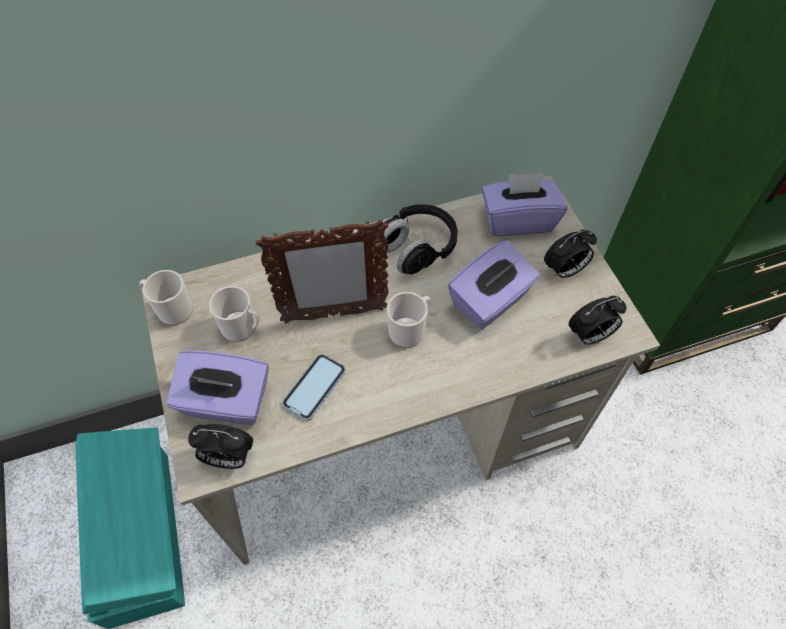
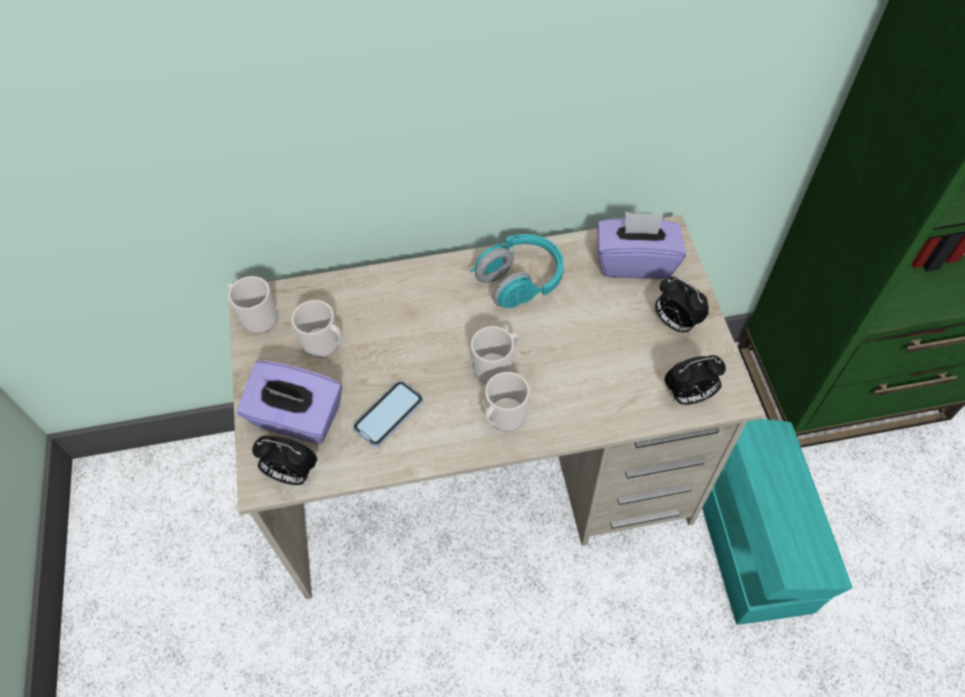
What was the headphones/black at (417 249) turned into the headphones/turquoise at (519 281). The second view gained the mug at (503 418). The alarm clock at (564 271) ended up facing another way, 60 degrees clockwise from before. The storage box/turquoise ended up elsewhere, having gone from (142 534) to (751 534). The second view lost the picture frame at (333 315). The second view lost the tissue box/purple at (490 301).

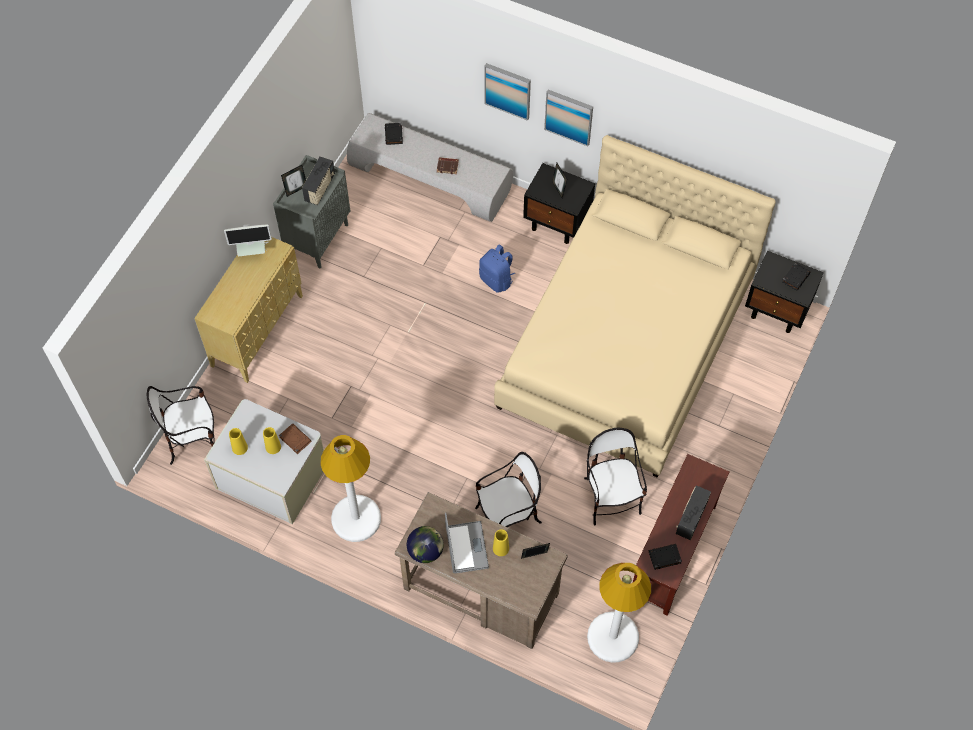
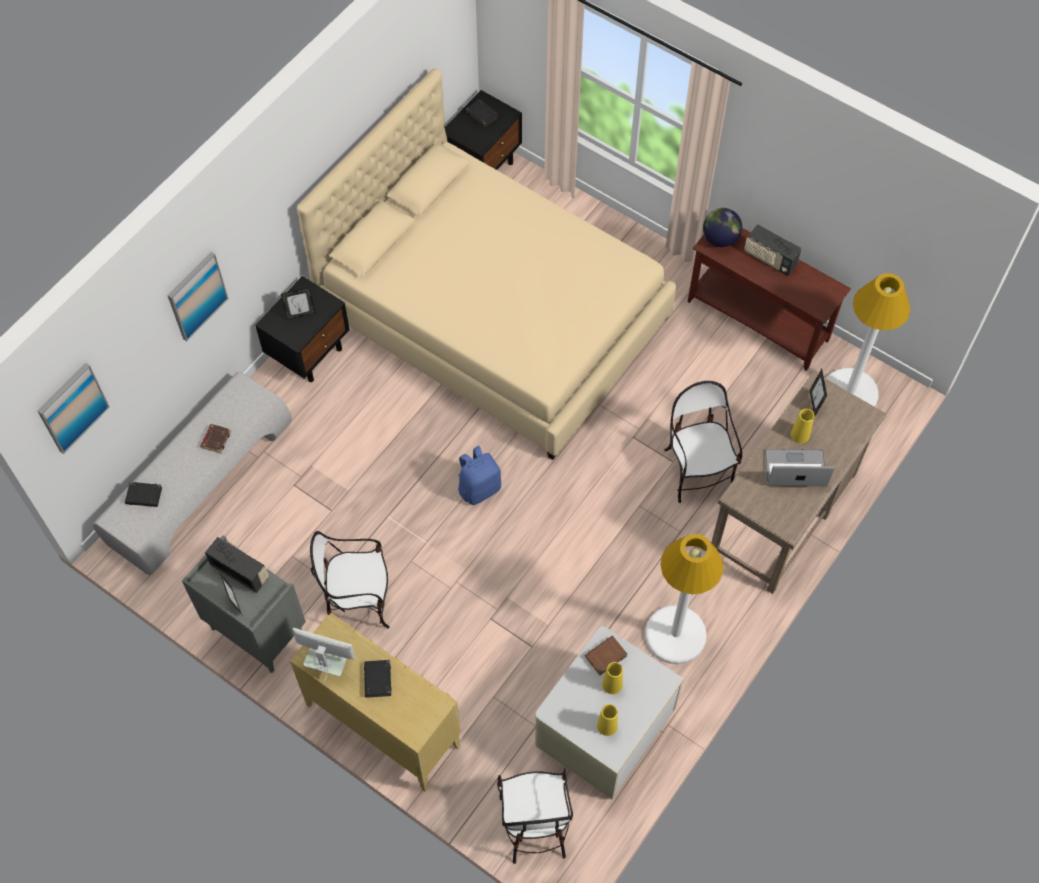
The picture ended up elsewhere, having gone from (569 117) to (72 407). The monitor at (253 252) ended up facing another way, 75 degrees counterclockwise from before. The chair ended up elsewhere, having gone from (611 497) to (358 601). The book/black ended up elsewhere, having gone from (664 557) to (378 680). The backpack/blue ended up elsewhere, having gone from (497 280) to (479 488). The globe ended up elsewhere, having gone from (426 551) to (720 238).

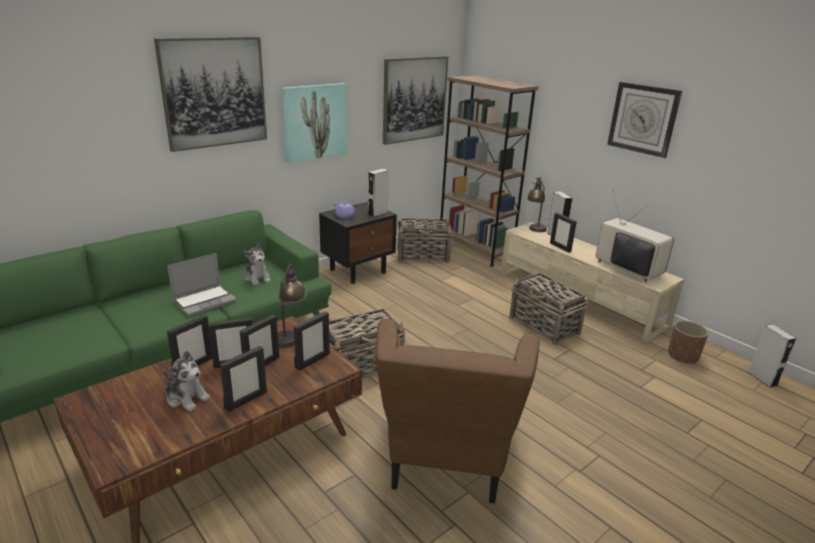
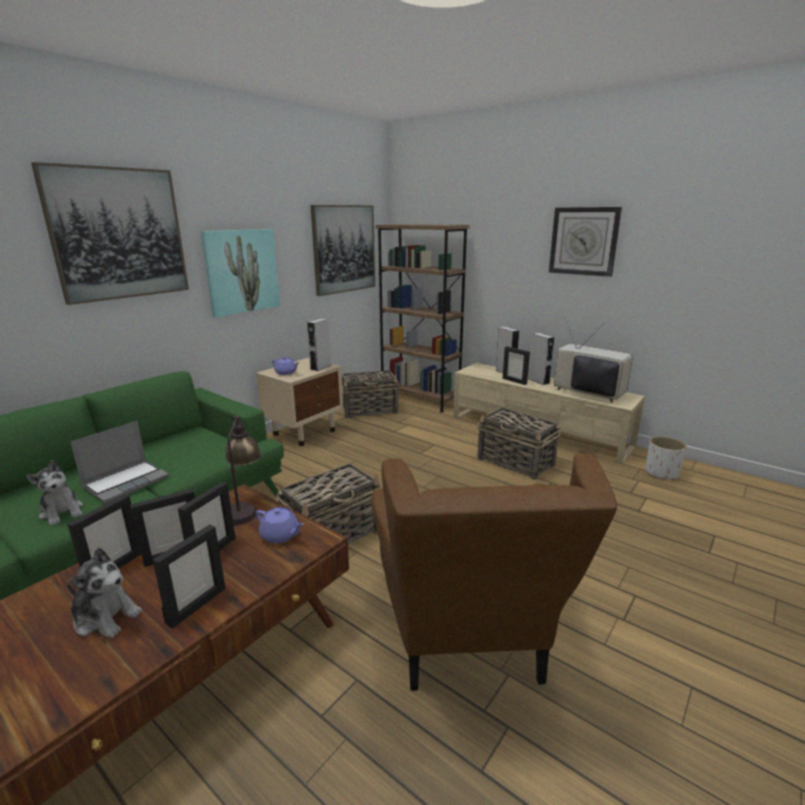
The plush toy ended up elsewhere, having gone from (258 278) to (62 512). What was the nightstand/black at (358 270) turned into the nightstand/beige at (305 432). Where the picture frame stood at (312 360), the teapot/purple came to stand at (280 535). The speaker/grey ended up elsewhere, having gone from (762 379) to (538 381). What was the planter/brown at (683 356) turned into the planter/white at (661 473). The second view lost the table lamp at (535 226).

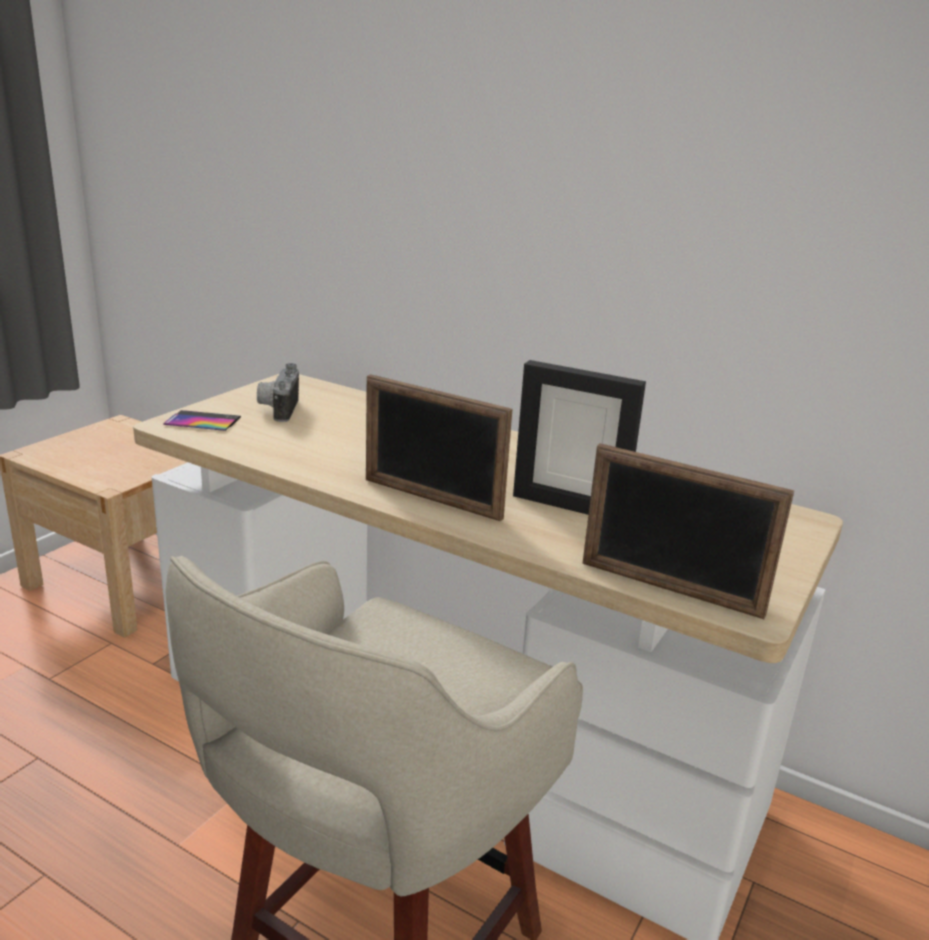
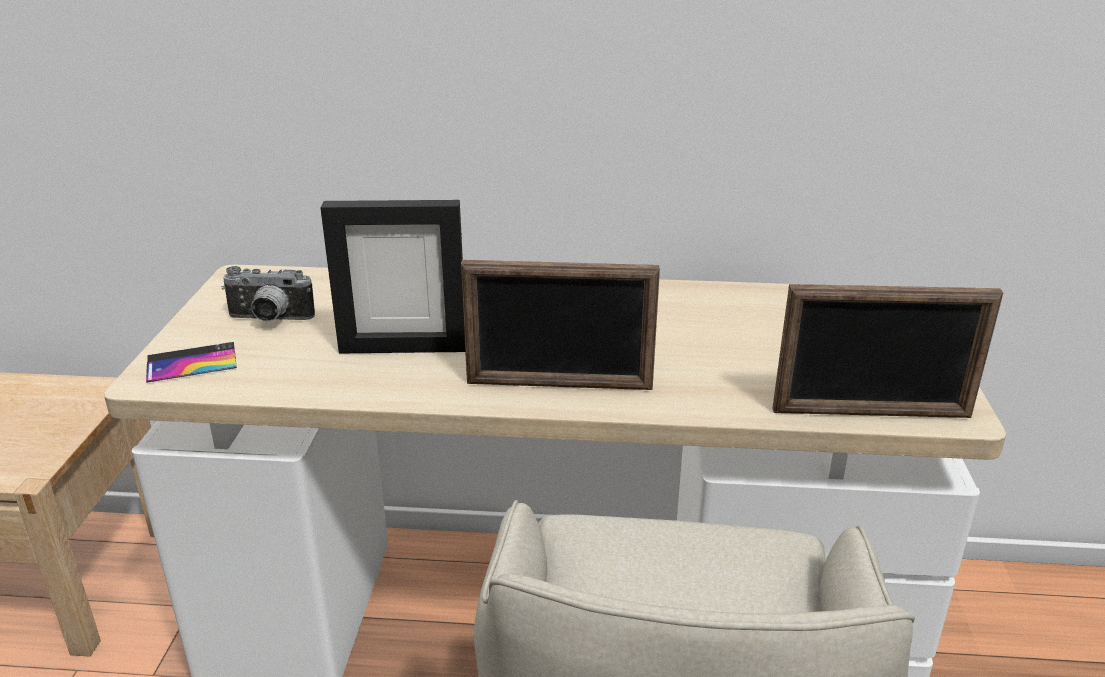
The photo camera at (277 409) ended up facing another way, 60 degrees counterclockwise from before. The picture frame ended up elsewhere, having gone from (569 505) to (403 347).

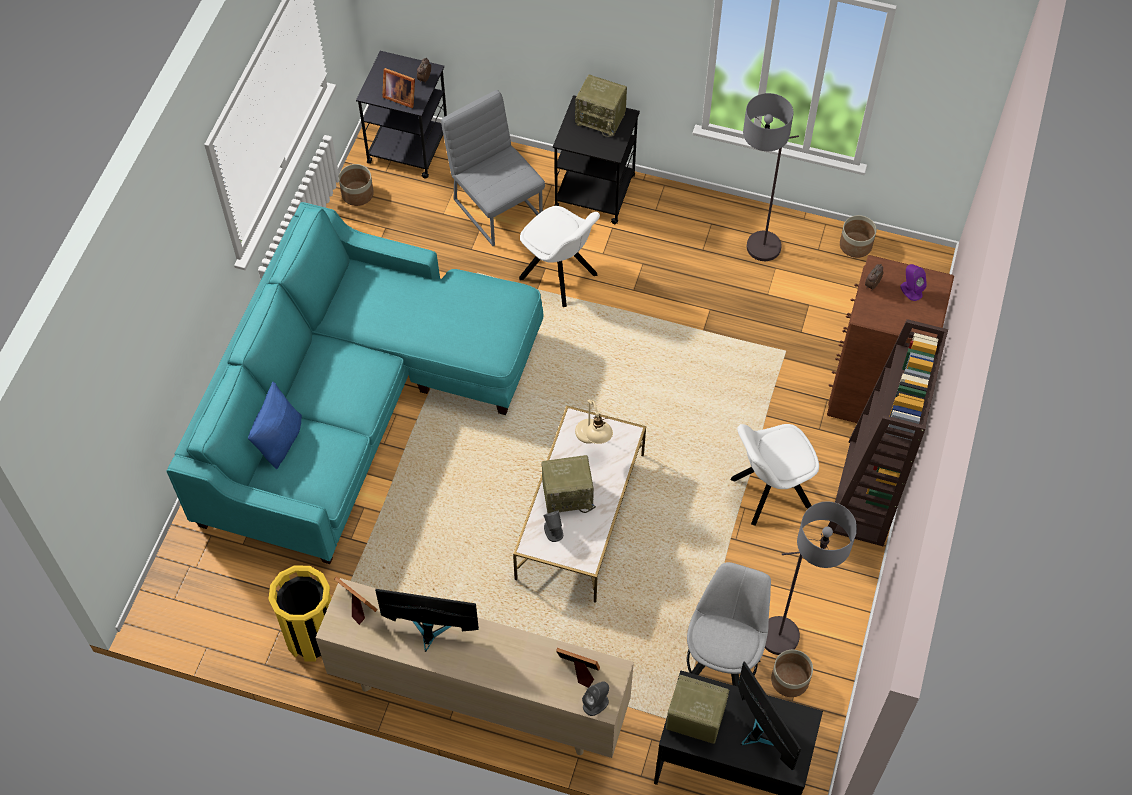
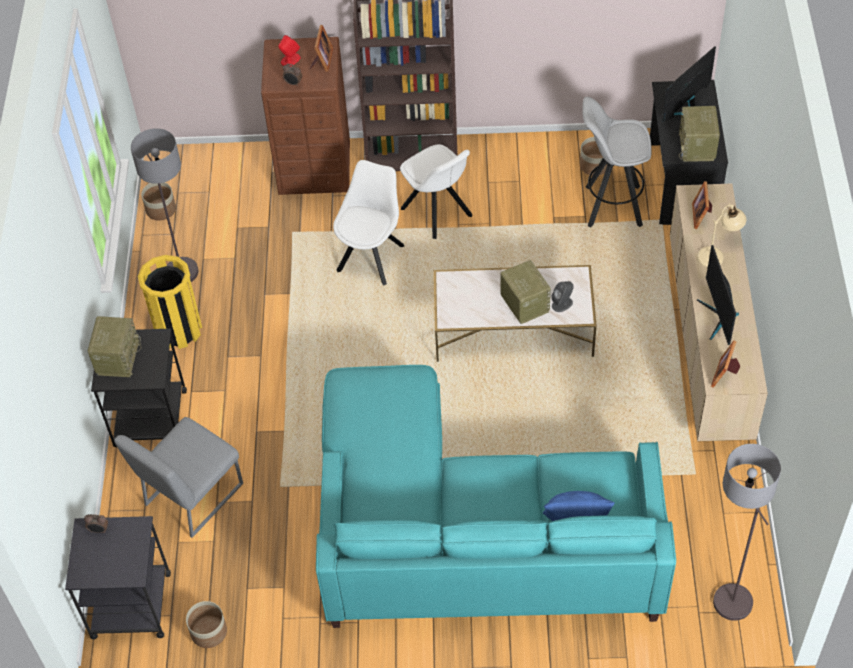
The trash can/yellow ended up elsewhere, having gone from (313 636) to (178 329). What was the speaker/purple at (911 290) turned into the speaker/red at (290 60). The picture frame ended up elsewhere, having gone from (400 96) to (322 60). The chair/white ended up elsewhere, having gone from (559 276) to (371 258). The table lamp/beige ended up elsewhere, having gone from (593 441) to (718 251). The floor lamp/grey ended up elsewhere, having gone from (791 635) to (726 593). The second view lost the speaker/grey at (596 703).

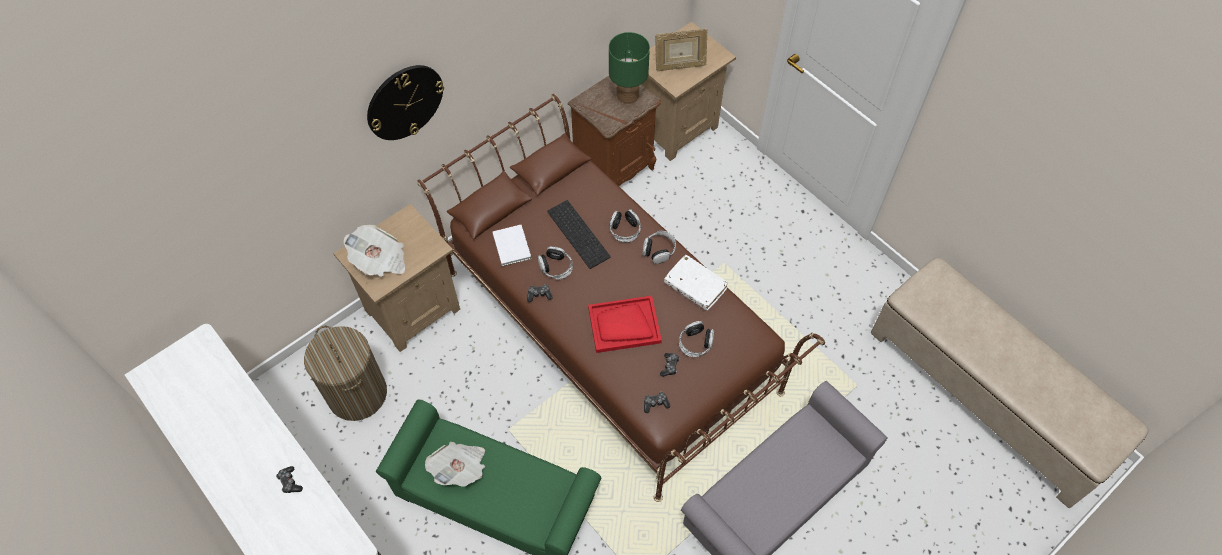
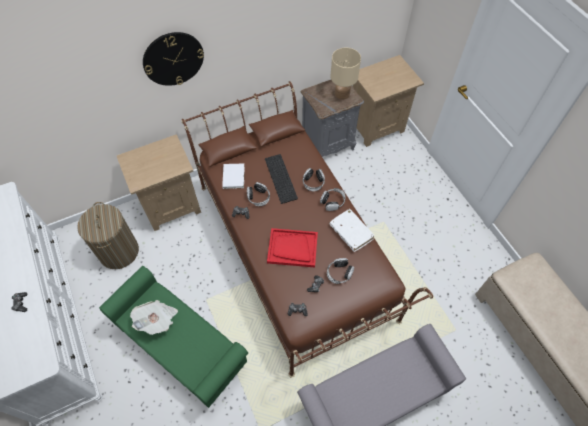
What was the nightstand/brown at (615 169) turned into the nightstand/grey at (328 145). What was the table lamp/green at (627 95) turned into the table lamp/beige at (342 93). The second view lost the newspaper at (380 260). The second view lost the picture frame at (679 66).

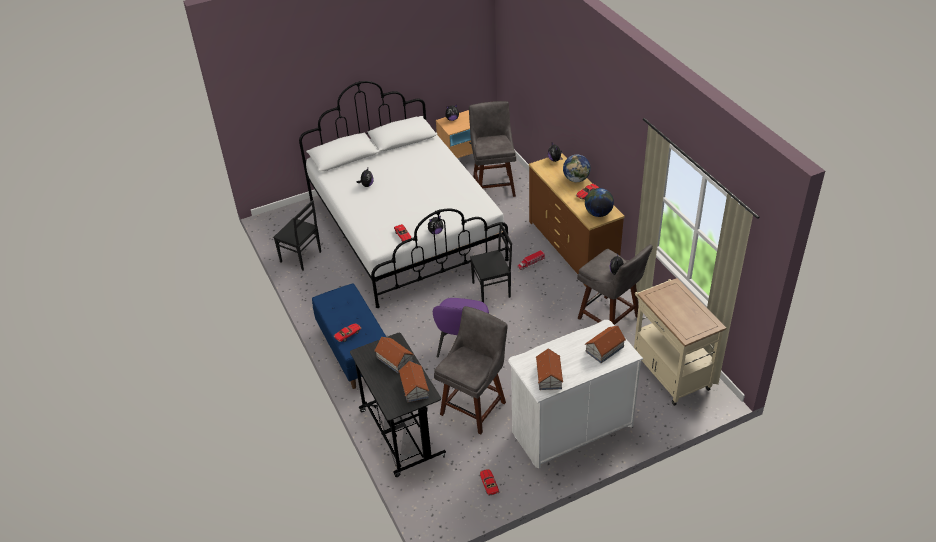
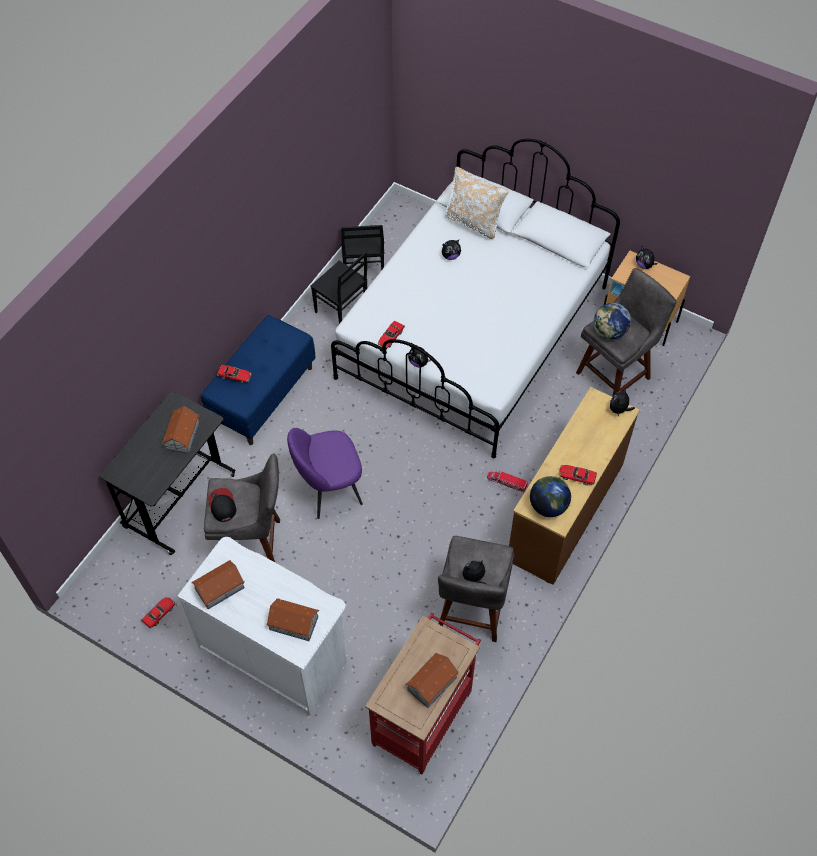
The second view gained the cap at (222 505). The chair/black ended up elsewhere, having gone from (492 290) to (341 310). What was the cart/beige at (669 372) turned into the cart/red at (424 716). The toy house ended up elsewhere, having gone from (414 388) to (431 683). The second view gained the pillow/white at (473 224). The globe ended up elsewhere, having gone from (576 179) to (609 332).

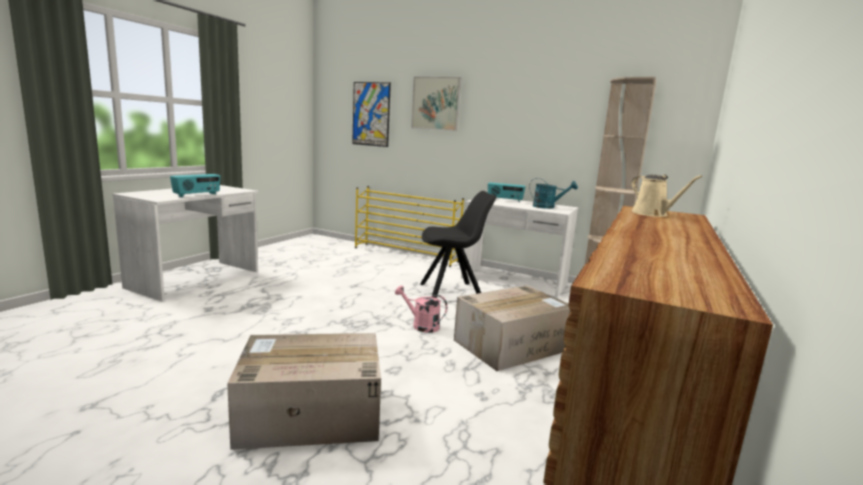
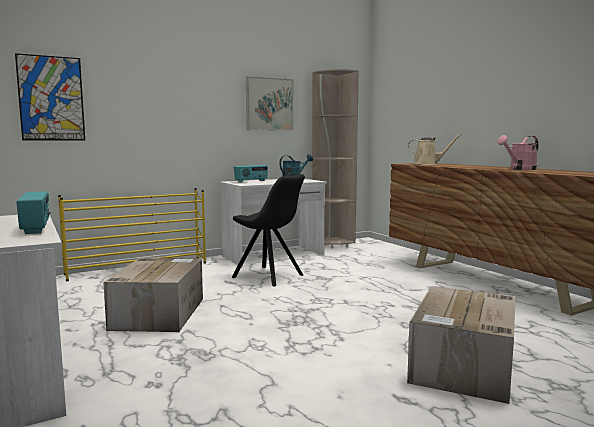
The cardboard box ended up elsewhere, having gone from (512 345) to (159 313). The chair/black at (451 292) ended up facing another way, 105 degrees clockwise from before. The picture ended up elsewhere, having gone from (436 103) to (269 104). The watering can/pink ended up elsewhere, having gone from (421 325) to (519 169).

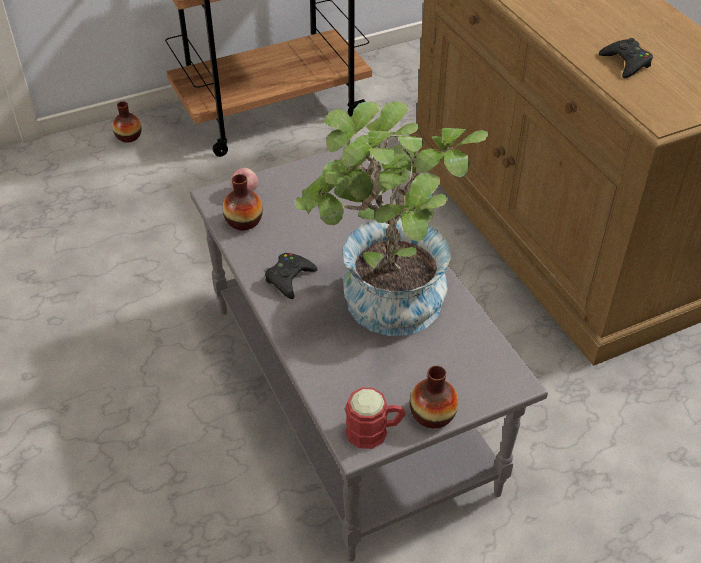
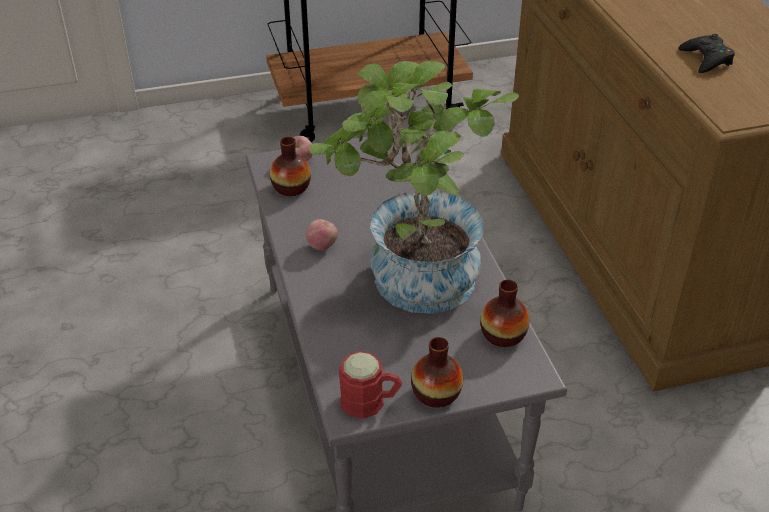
Where the game controller/black stood at (289 278), the apple came to stand at (322 246). The vase ended up elsewhere, having gone from (129 136) to (503 335).

